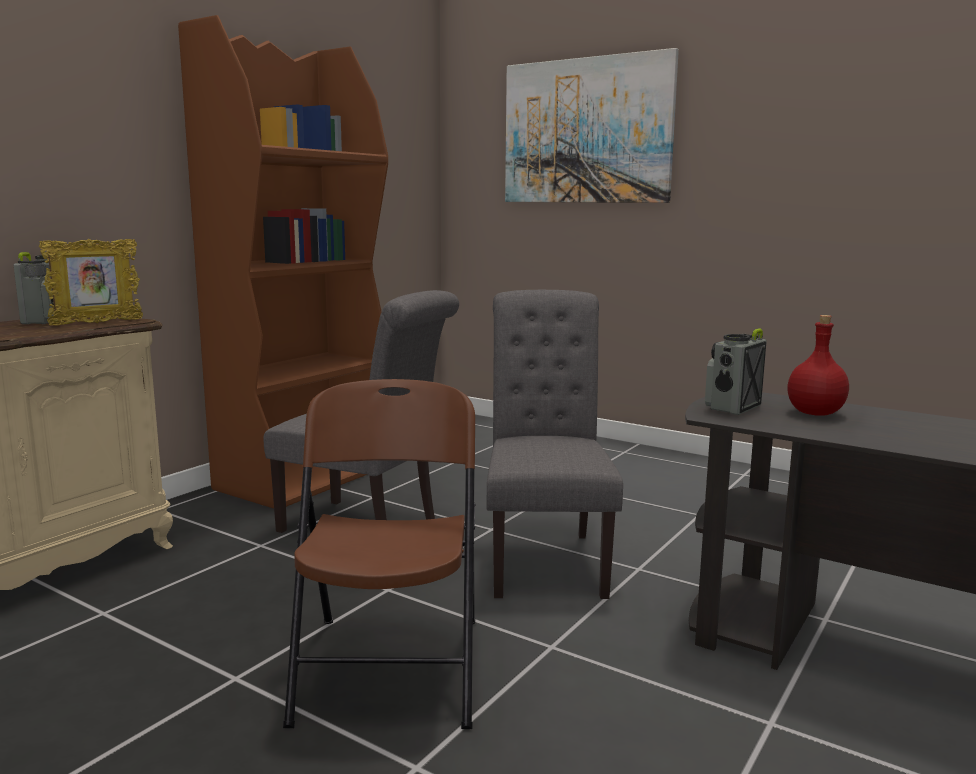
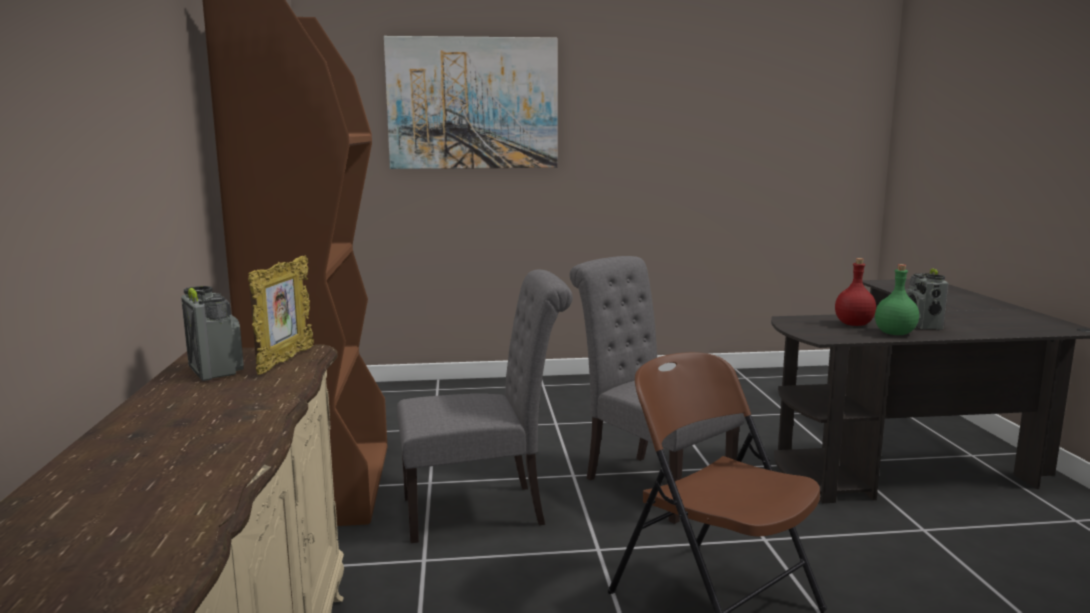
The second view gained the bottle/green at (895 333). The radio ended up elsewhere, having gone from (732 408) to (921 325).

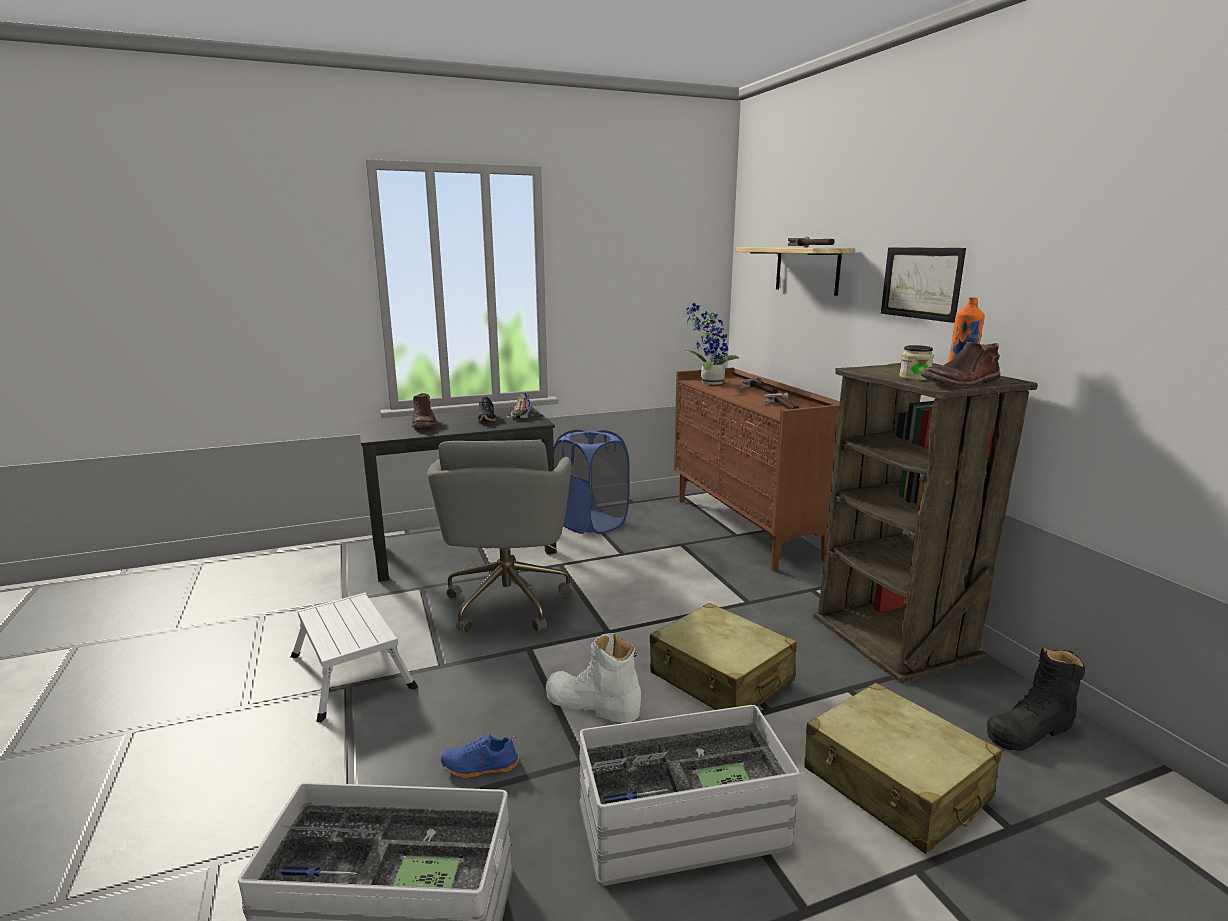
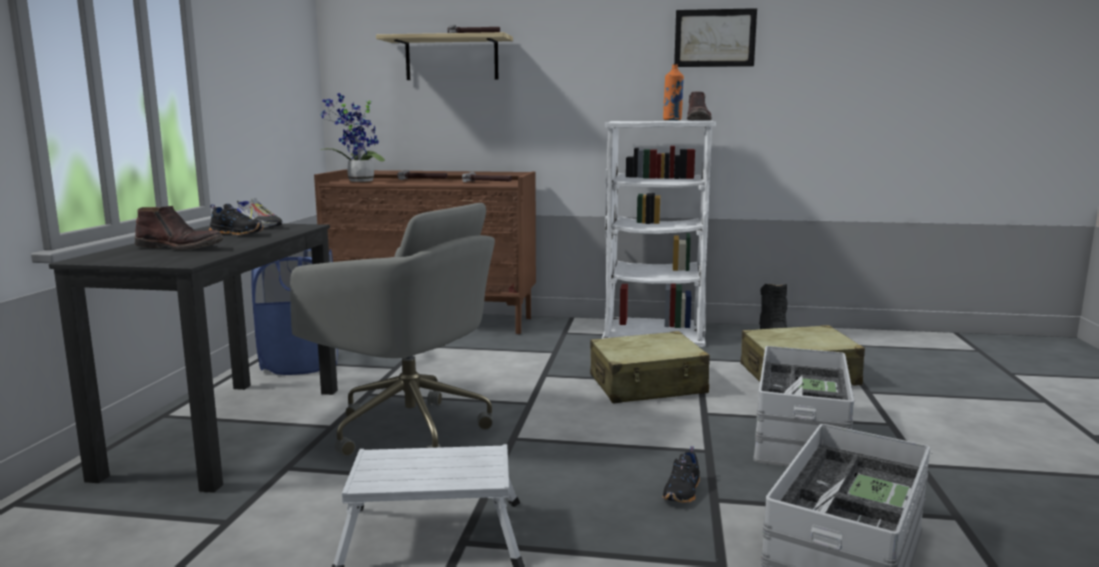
What was the bookcase/brown at (895 637) turned into the bookcase/white at (654 333). What was the shoe/blue at (480 767) turned into the shoe/black at (683 492). The picture ended up elsewhere, having gone from (921 283) to (714 38). The second view lost the boot/white at (592 704). The second view lost the jar at (914 377).

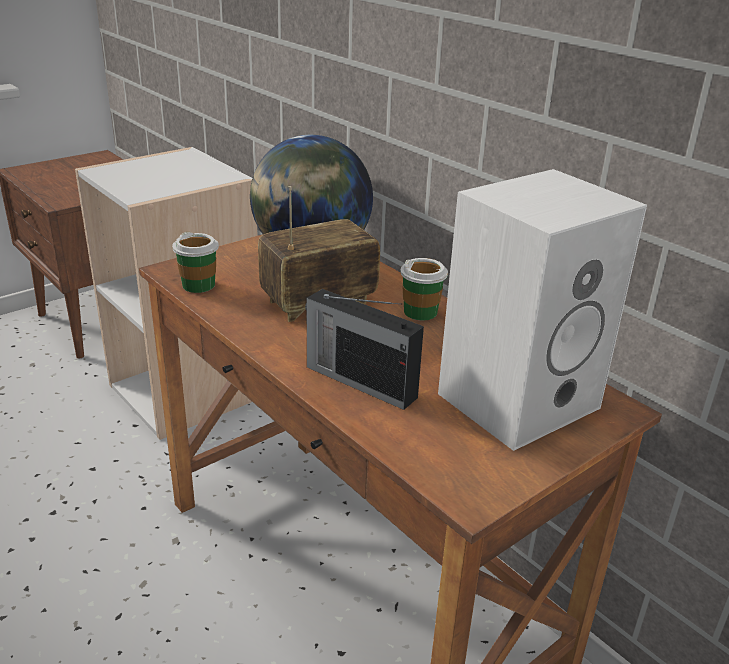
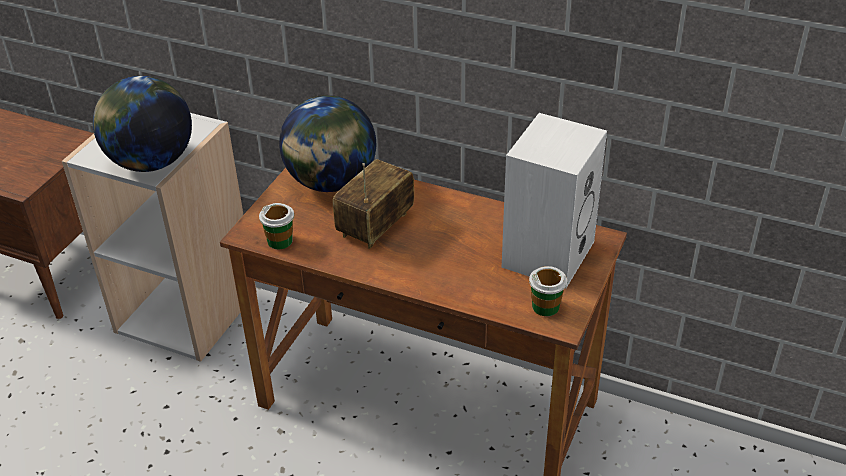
The second view gained the globe at (151 162). The cup ended up elsewhere, having gone from (420 312) to (546 306). The second view lost the radio at (359 381).

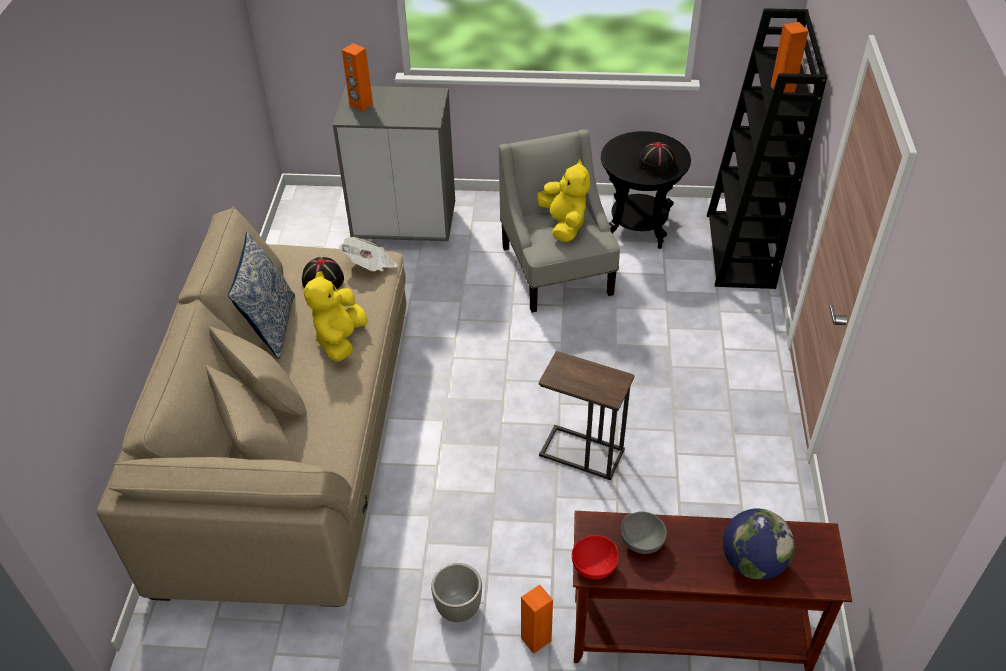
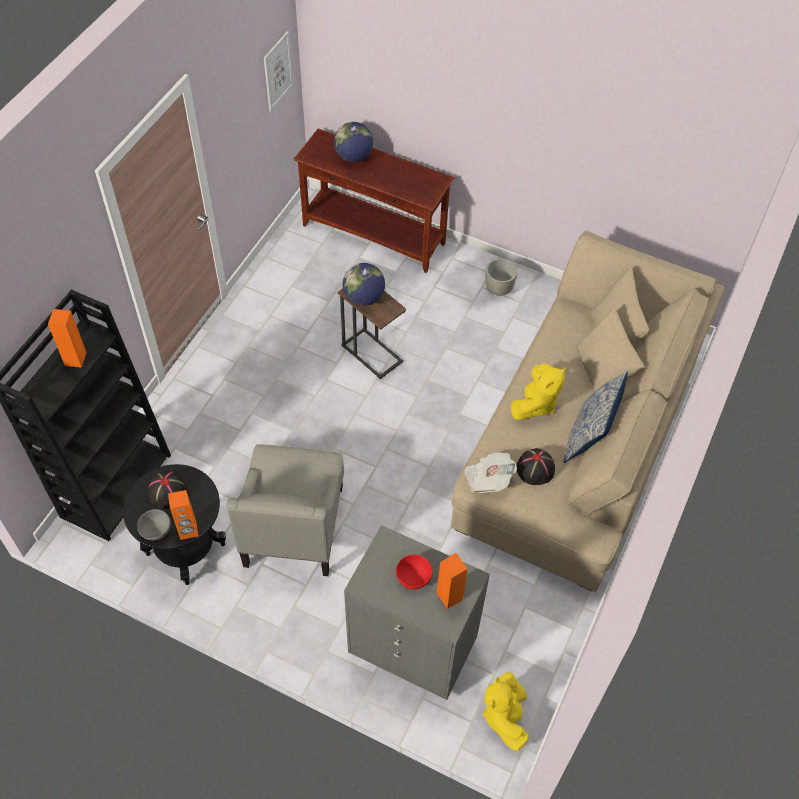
The bowl/grey ended up elsewhere, having gone from (641 540) to (156 531). The speaker/orange ended up elsewhere, having gone from (535 639) to (188 531). The second view gained the picture at (278 71). The second view gained the globe at (364 298). The bowl/red ended up elsewhere, having gone from (595 566) to (412 577). The plush toy/yellow ended up elsewhere, having gone from (564 224) to (505 716).

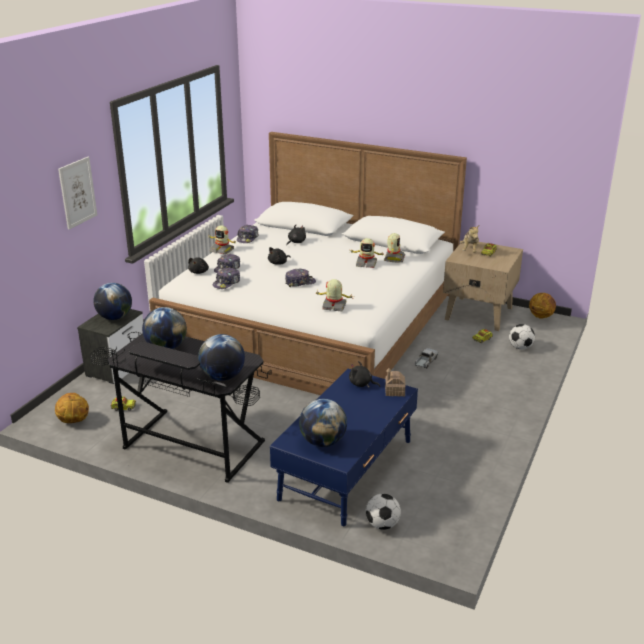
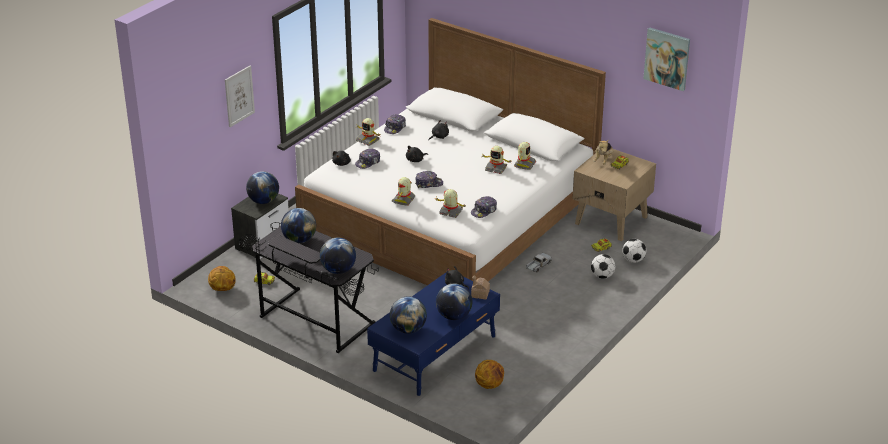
The second view gained the toy robot at (404 200). The second view gained the globe at (454 316). The cap ended up elsewhere, having gone from (227 283) to (484 211). The basketball ended up elsewhere, having gone from (541 316) to (490 385). The football ended up elsewhere, having gone from (382 524) to (602 276). The second view gained the picture at (667 58).

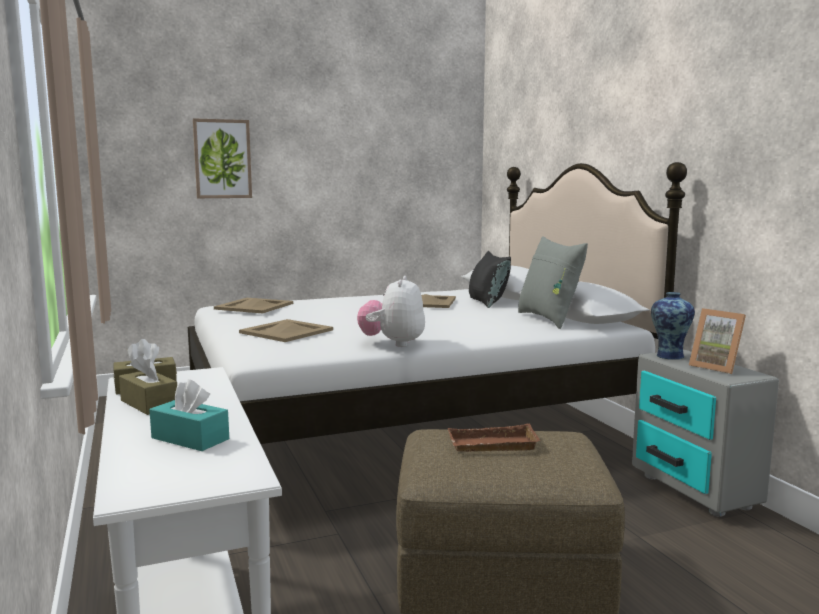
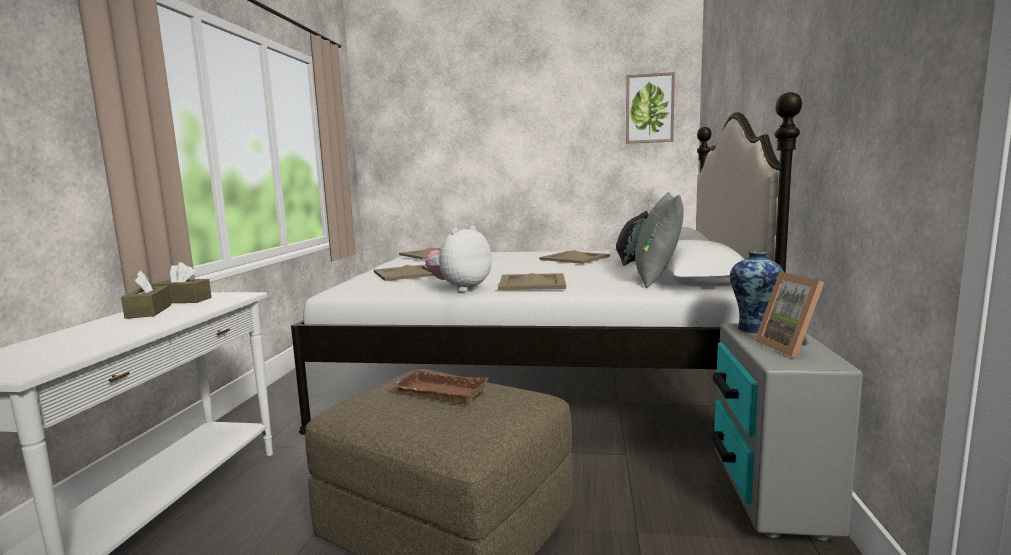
The second view gained the tray/beige at (533 283). The picture ended up elsewhere, having gone from (222 159) to (649 108). The second view lost the tissue box/turquoise at (190 438).

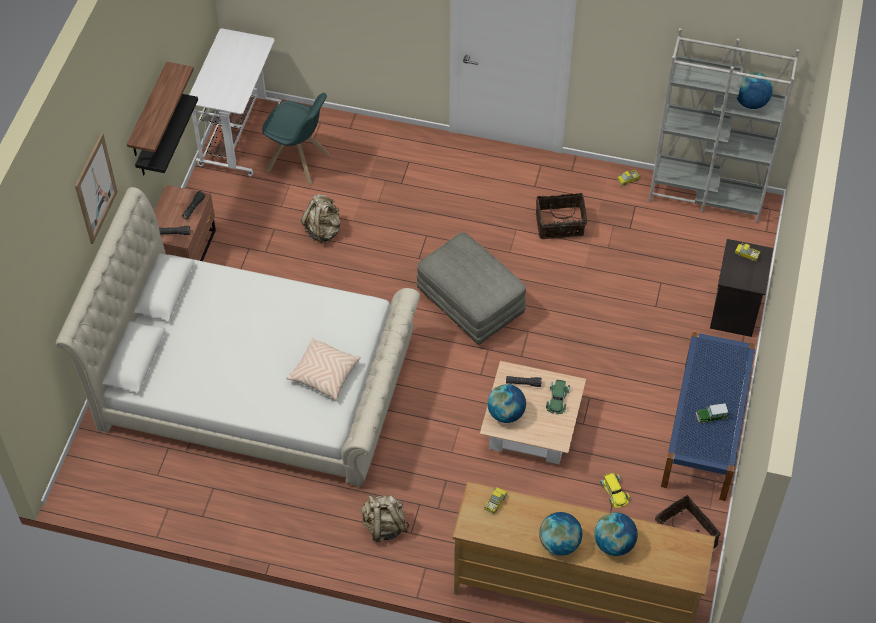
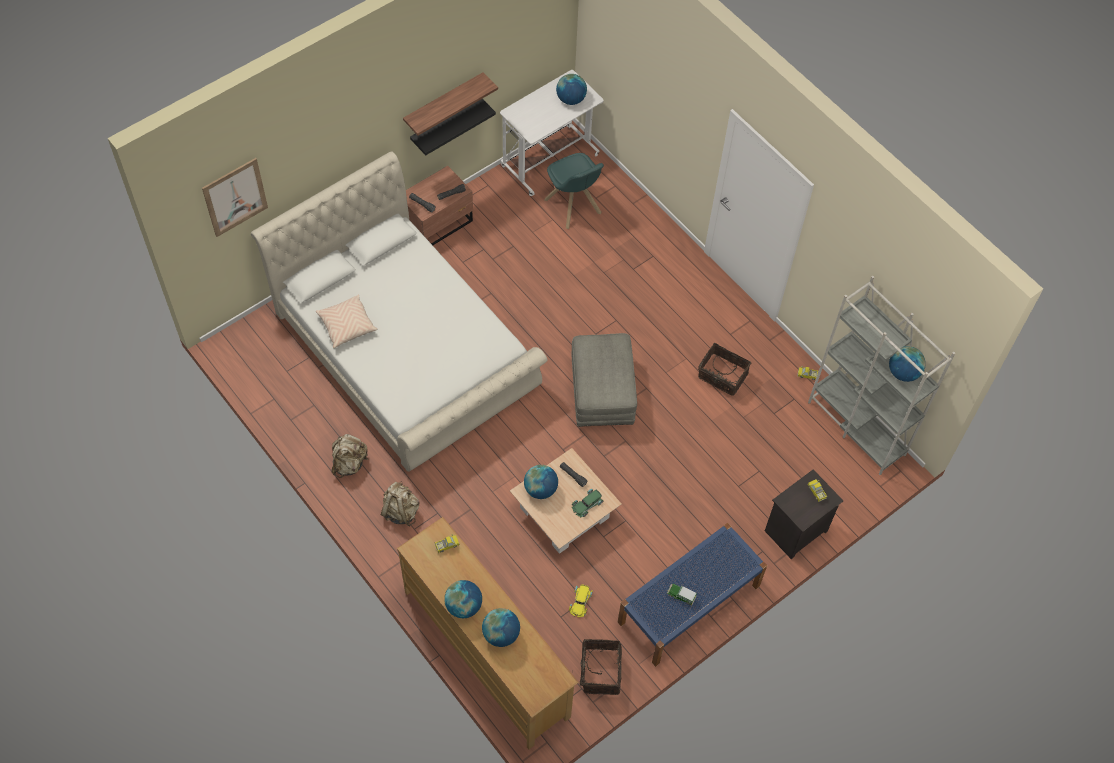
The picture ended up elsewhere, having gone from (95 188) to (235 197). The pillow/beige ended up elsewhere, having gone from (324 374) to (347 325). The backpack/beige ended up elsewhere, having gone from (323 230) to (349 463). The second view gained the globe at (571 99).

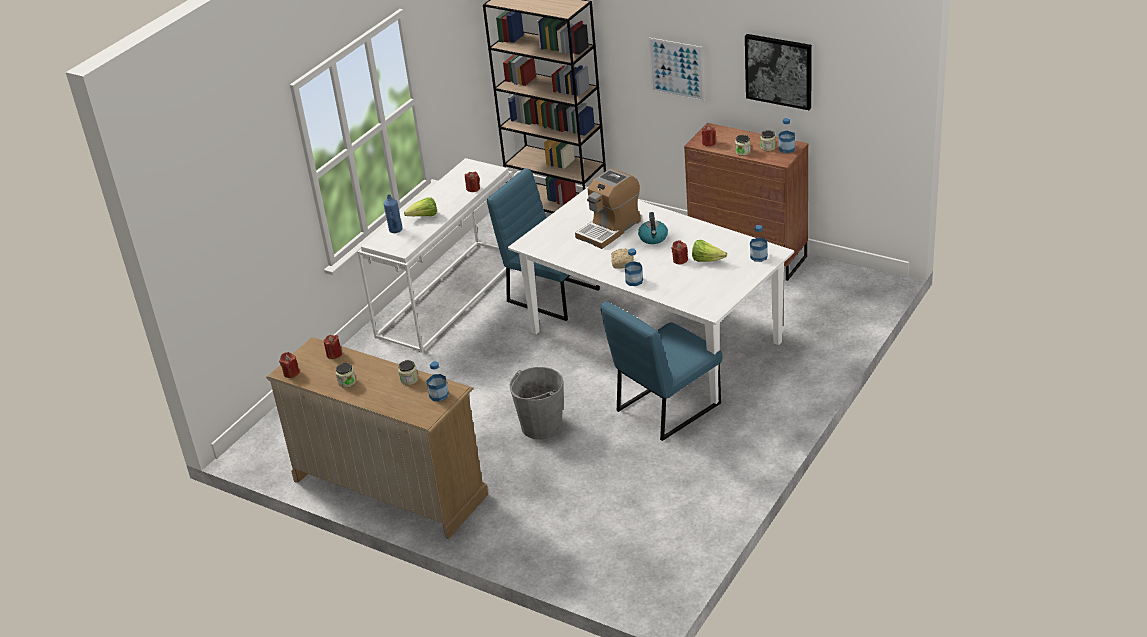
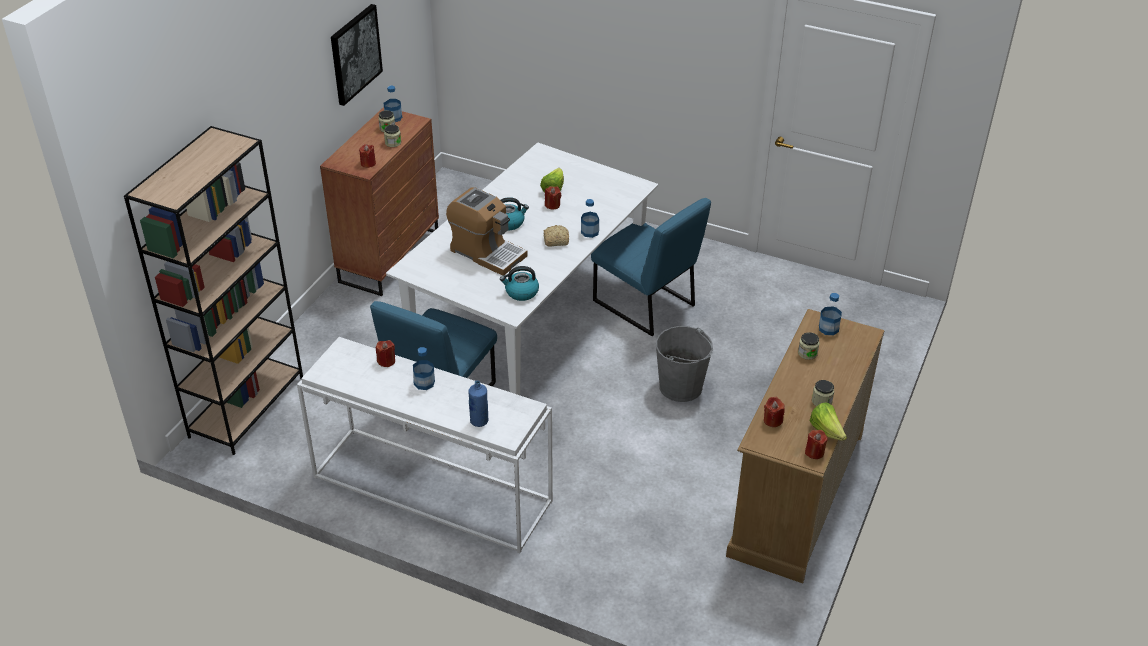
The bottle ended up elsewhere, having gone from (759 257) to (424 382). The second view gained the kettle at (521 292). The lettuce ended up elsewhere, having gone from (424 217) to (826 431). The second view lost the picture at (676 69).

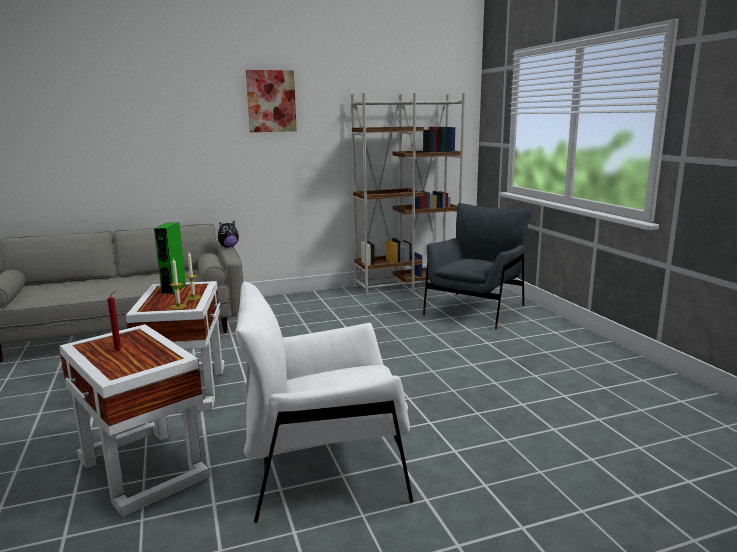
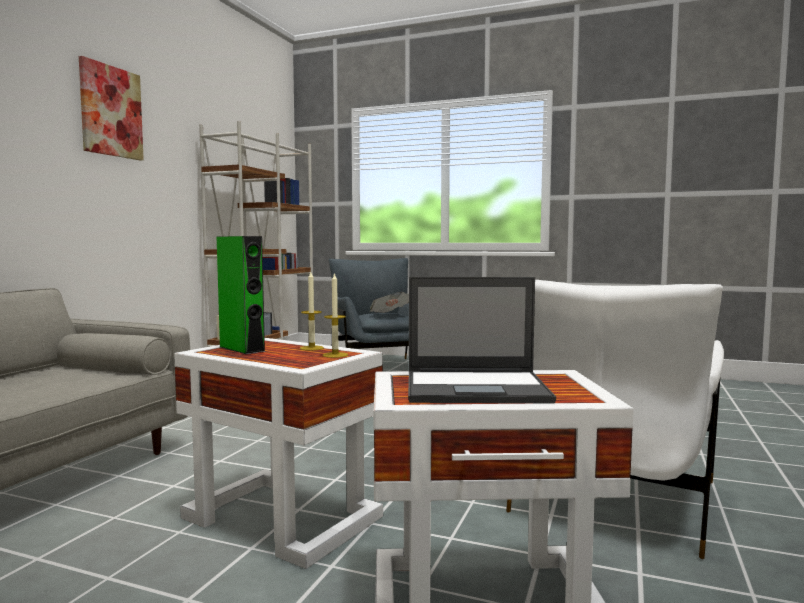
The second view gained the newspaper at (389 314). Where the candle/red stood at (119 350), the laptop came to stand at (477 388). The second view lost the plush toy at (228 247).

